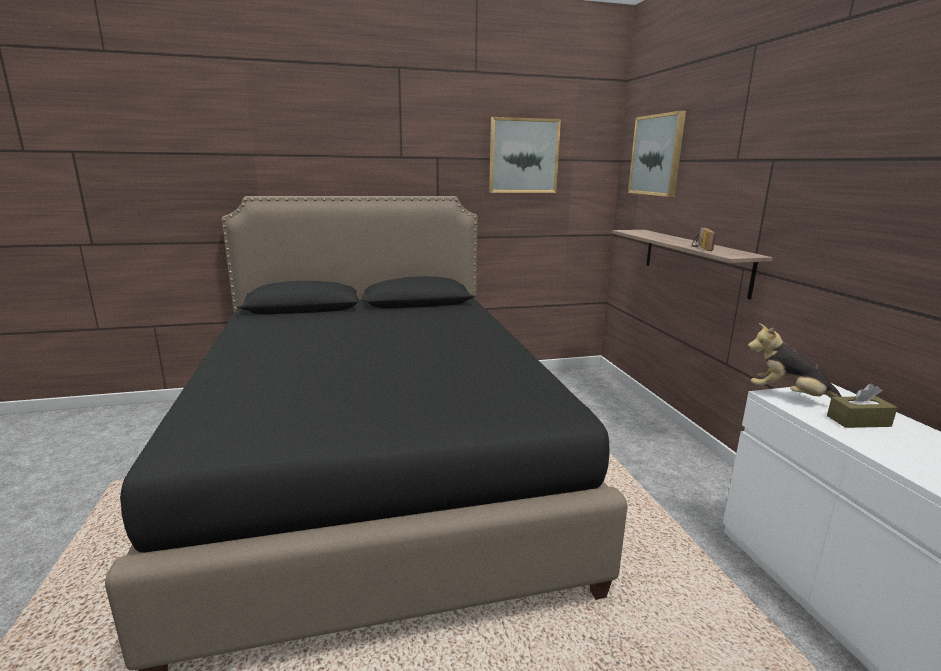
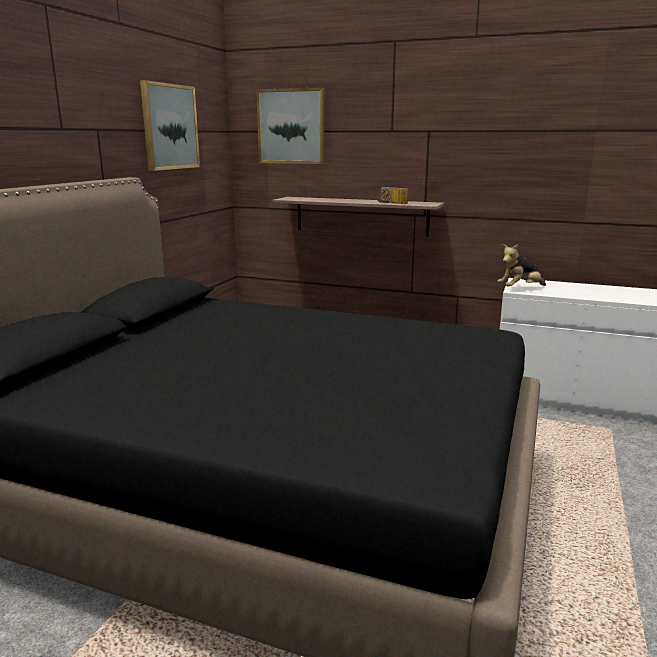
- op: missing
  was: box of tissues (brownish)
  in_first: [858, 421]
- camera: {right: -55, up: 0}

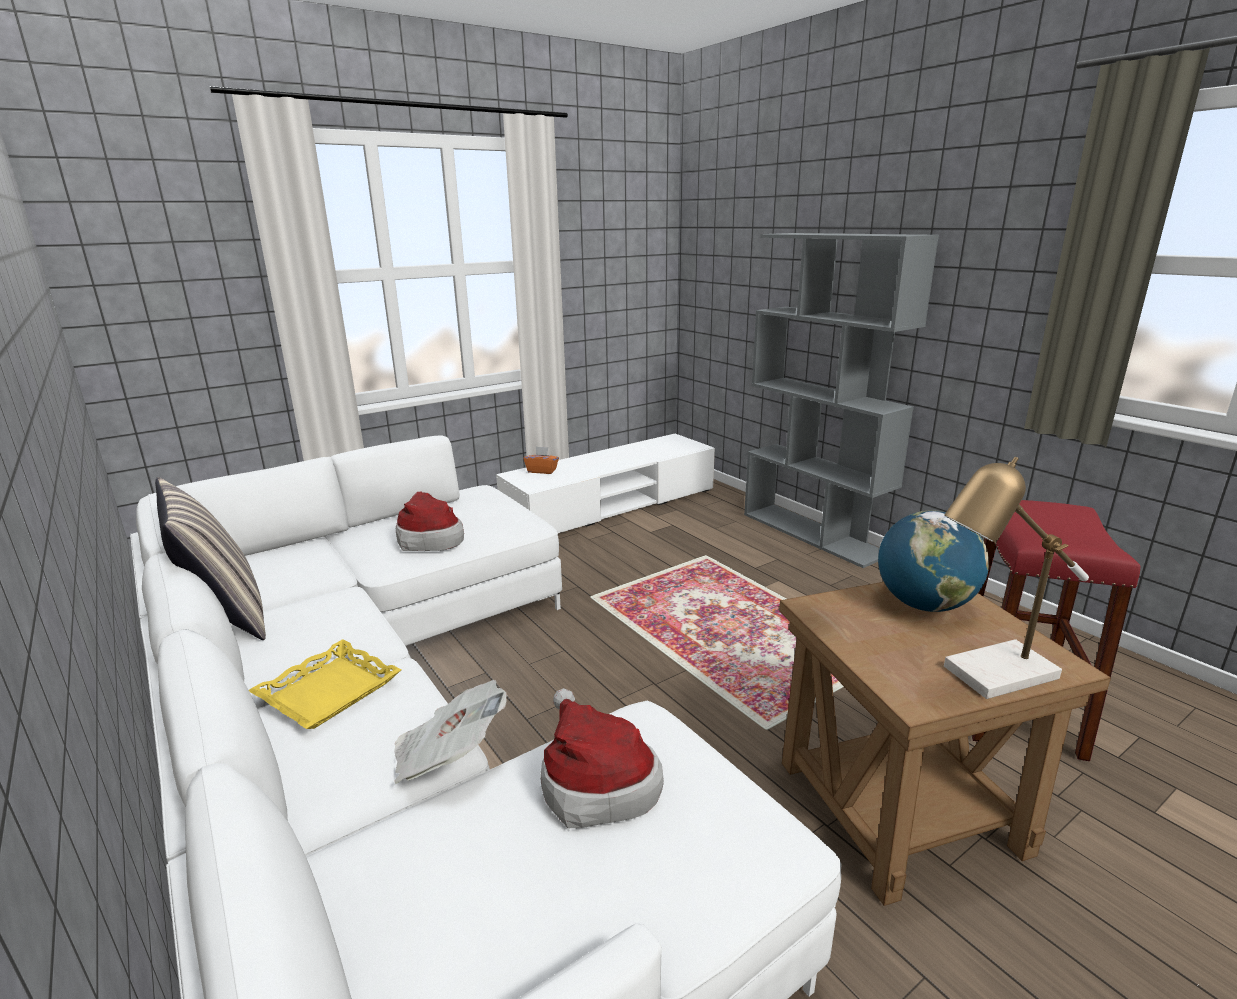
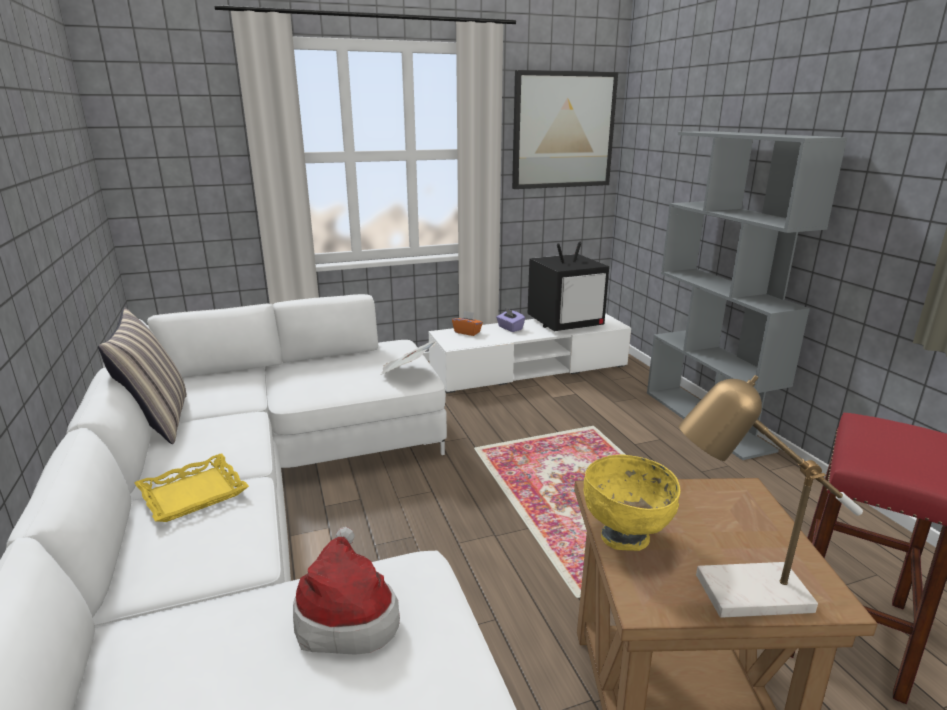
- op: relocated
  was: printed paper
  in_first: [449, 755]
  in_second: [407, 372]
- op: missing
  was: wearable hat
  in_first: [430, 538]
- op: missing
  was: desk globe
  in_first: [924, 604]
- op: appeared
  now: box of tissues (purple)
  in_second: [510, 328]
- op: appeared
  now: wall art
  in_second: [563, 131]
- op: appeared
  now: TV
  in_second: [565, 323]
- op: appeared
  now: serving bowl (yellow-coloured)
  in_second: [625, 537]
- camera: {right: 15, up: 0}

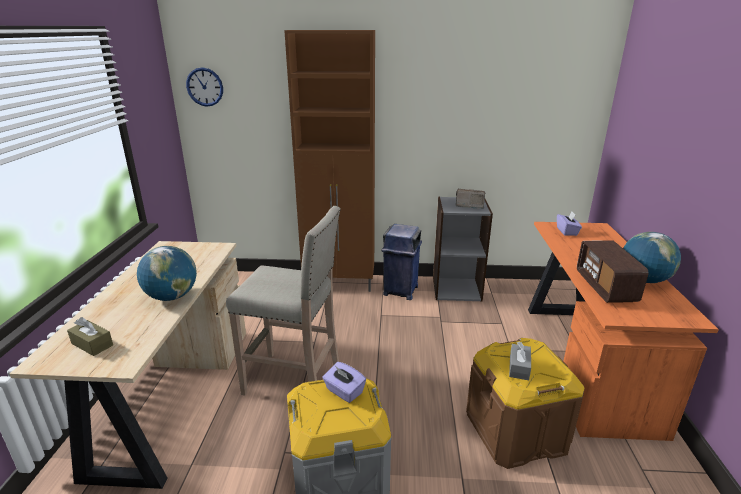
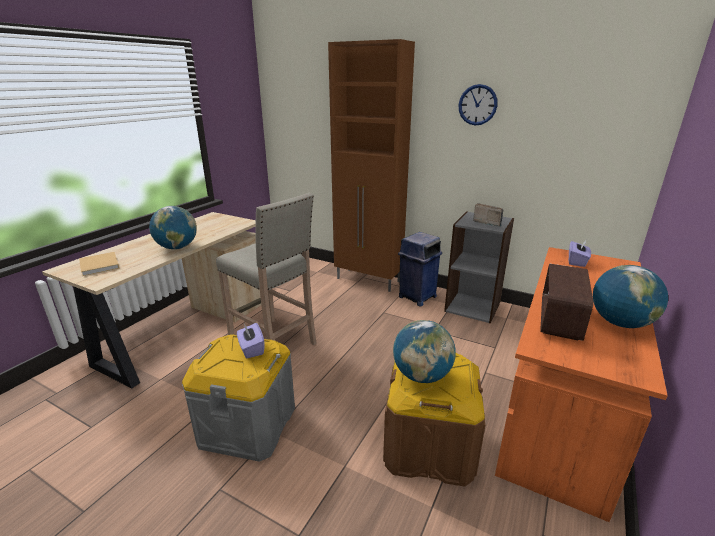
- op: exchanged
  was: box of tissues (brownish)
  now: bound book (beige)
  in_first: [92, 344]
  in_second: [99, 265]
- op: relocated
  was: clock on the wall
  in_first: [205, 87]
  in_second: [477, 105]
- op: exchanged
  was: box of tissues (gray)
  now: desk globe
  in_first: [519, 367]
  in_second: [421, 376]
- camera: {right: 25, up: 0}

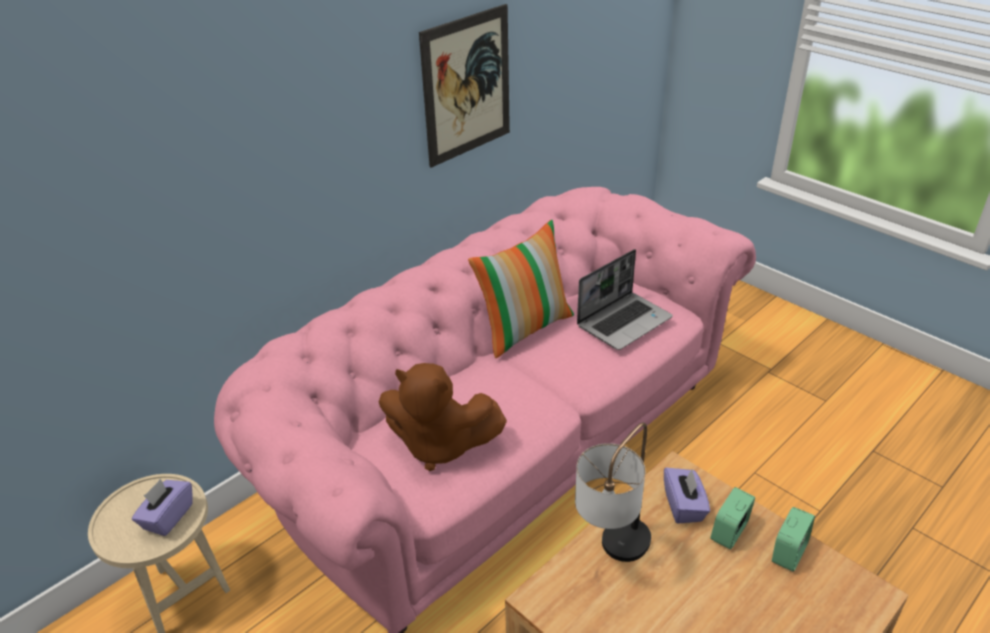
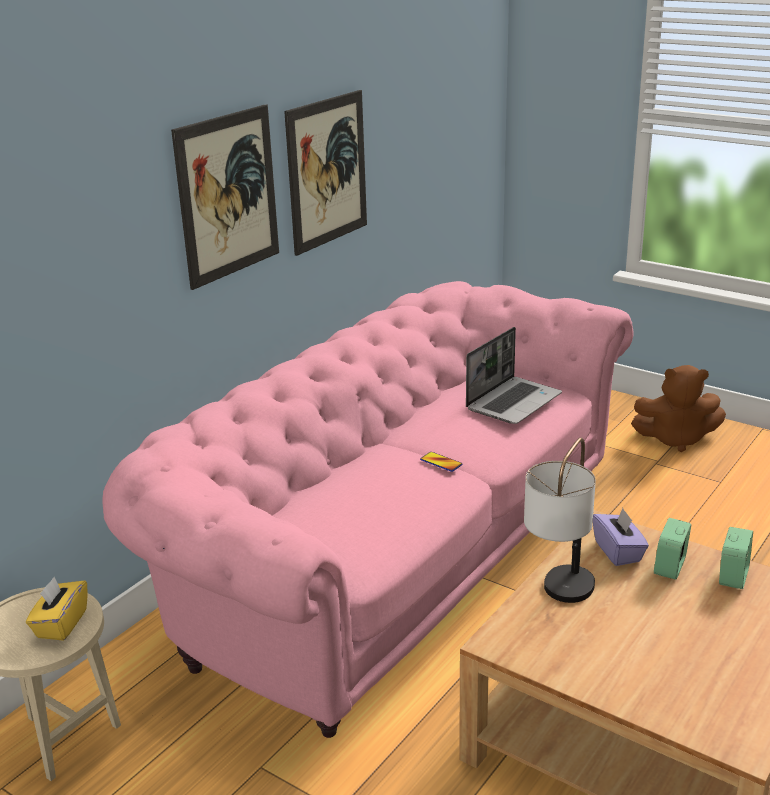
- op: colour
  was: box of tissues (purple)
  now: box of tissues (yellow-coloured)
  in_first: [167, 517]
  in_second: [61, 624]
- op: relocated
  was: soft toy (brownish)
  in_first: [439, 445]
  in_second: [675, 439]
- op: missing
  was: cushion
  in_first: [524, 328]
- op: appeared
  now: wall art
  in_second: [228, 195]
- op: appeared
  now: phone
  in_second: [441, 462]
- camera: {right: -10, up: -10}

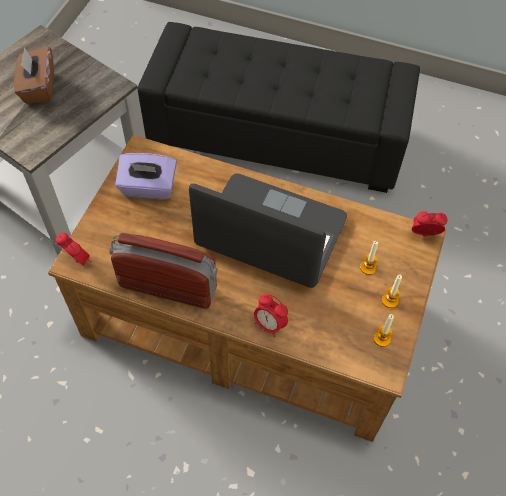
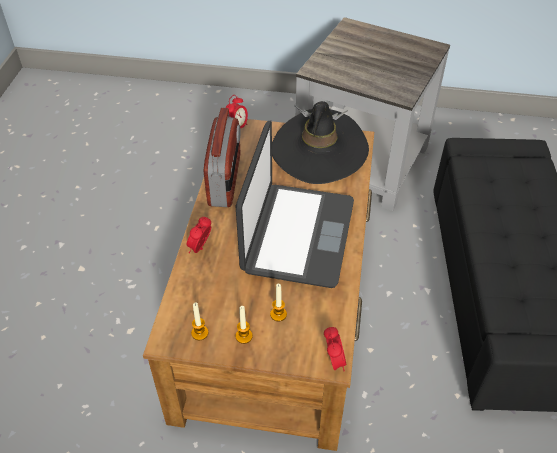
- op: missing
  was: box of tissues (brownish)
  in_first: [39, 88]
- op: exchanged
  was: box of tissues (purple)
  now: wearable hat (black-coloured)
  in_first: [148, 188]
  in_second: [319, 150]
- camera: {right: 80, up: -10}

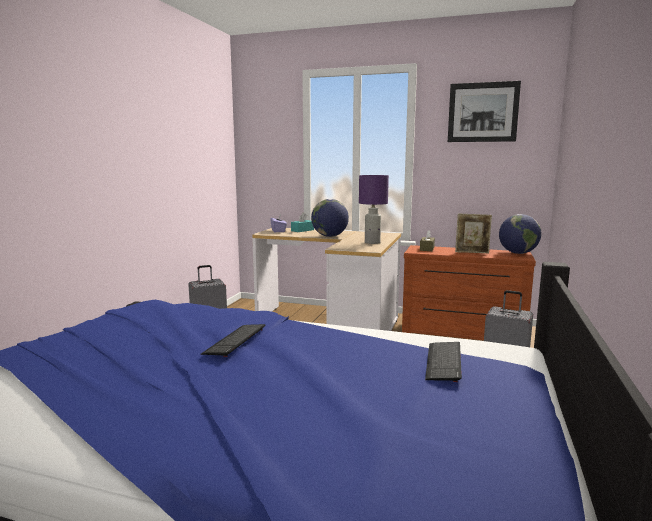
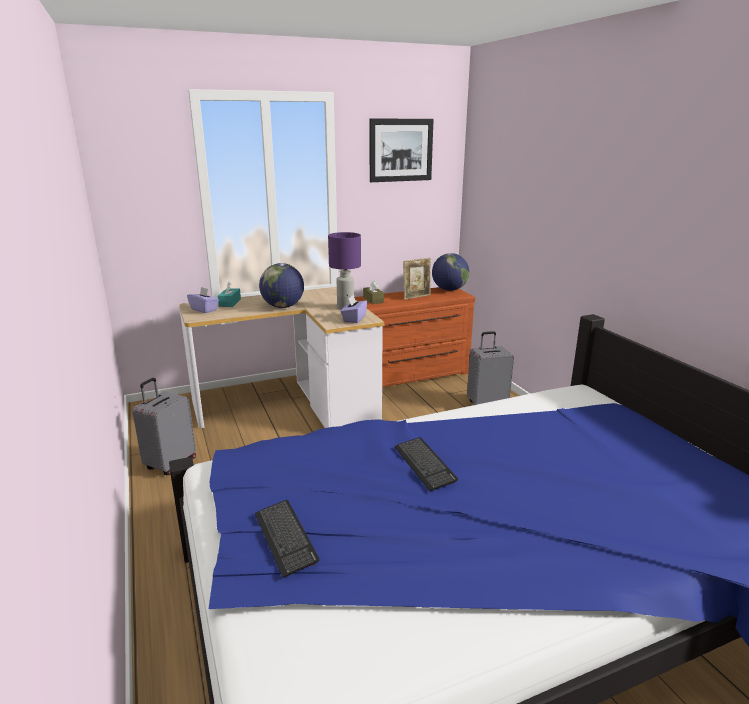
- op: relocated
  was: computer keyboard
  in_first: [443, 362]
  in_second: [285, 538]
- op: appeared
  now: box of tissues (purple)
  in_second: [354, 319]
- camera: {right: -40, up: 10}

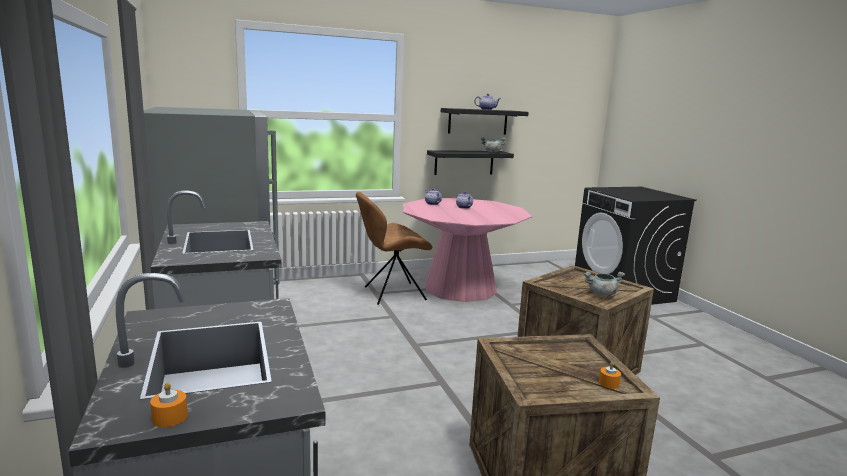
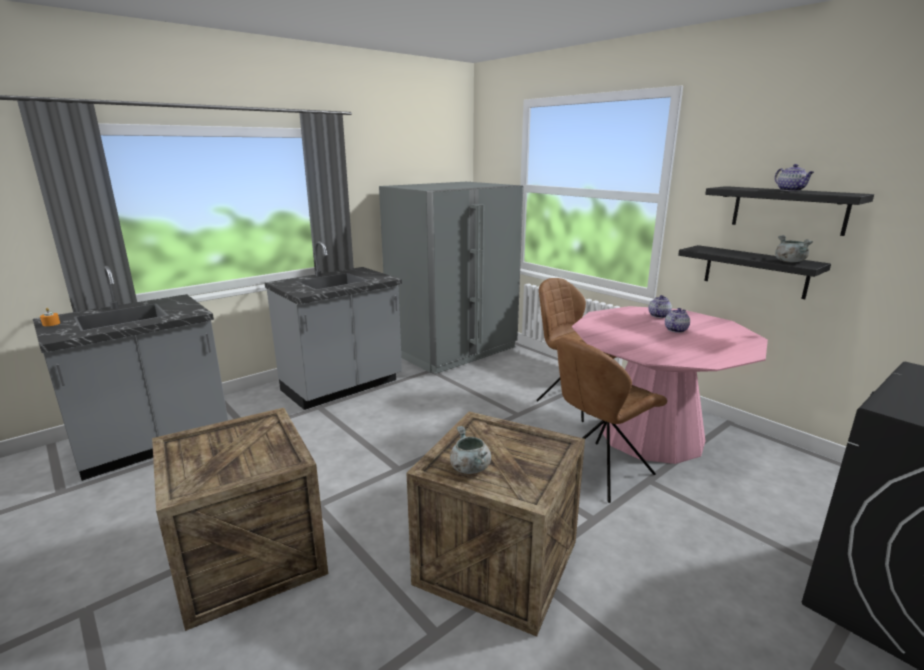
- op: missing
  was: wax candle (orange)
  in_first: [609, 383]
- op: appeared
  now: plain chair (brownish)
  in_second: [599, 472]
- camera: {right: 70, up: 5}

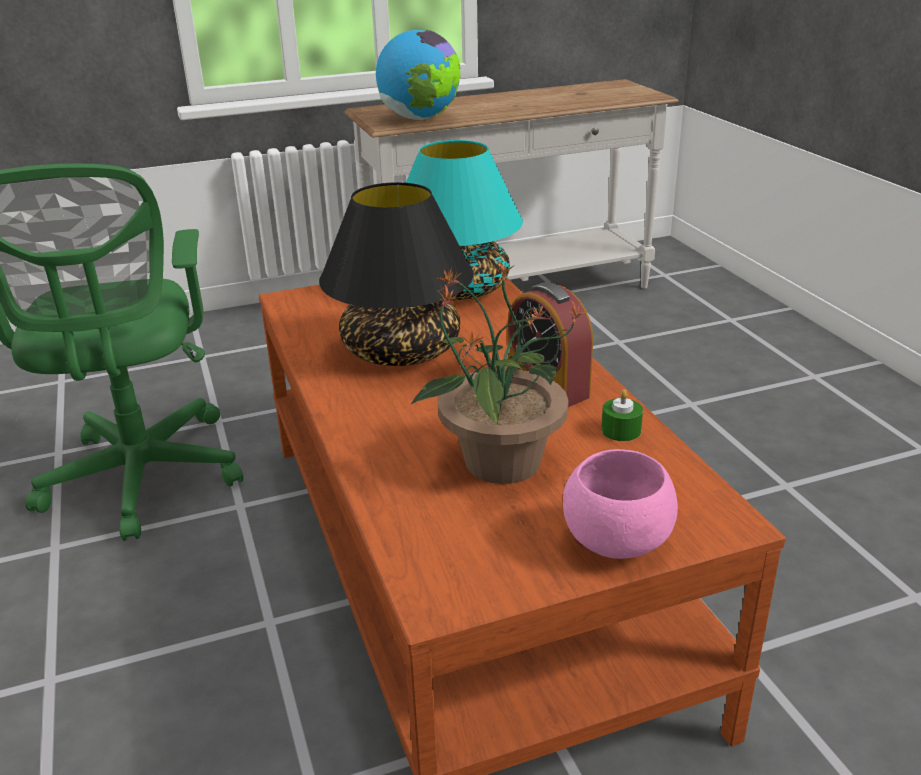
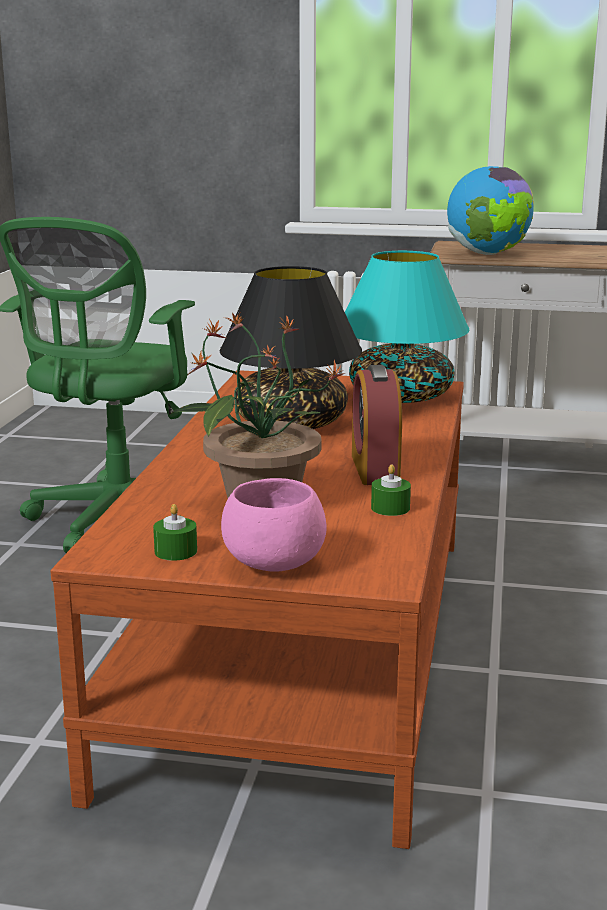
- op: appeared
  now: wax candle (greenish)
  in_second: [175, 551]
- camera: {right: 30, up: -10}

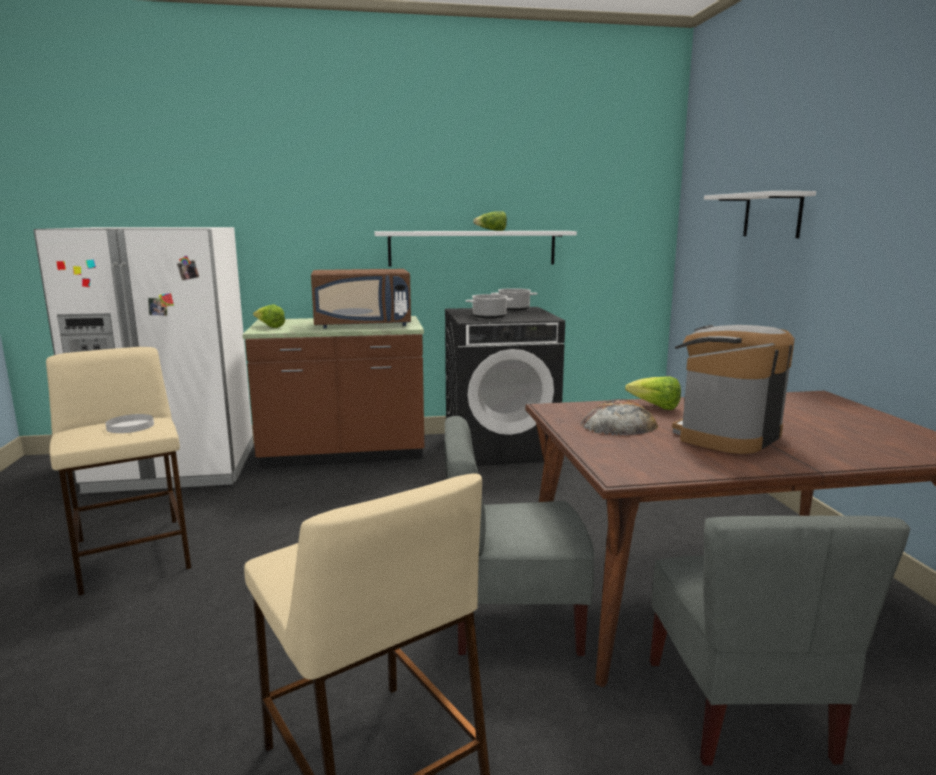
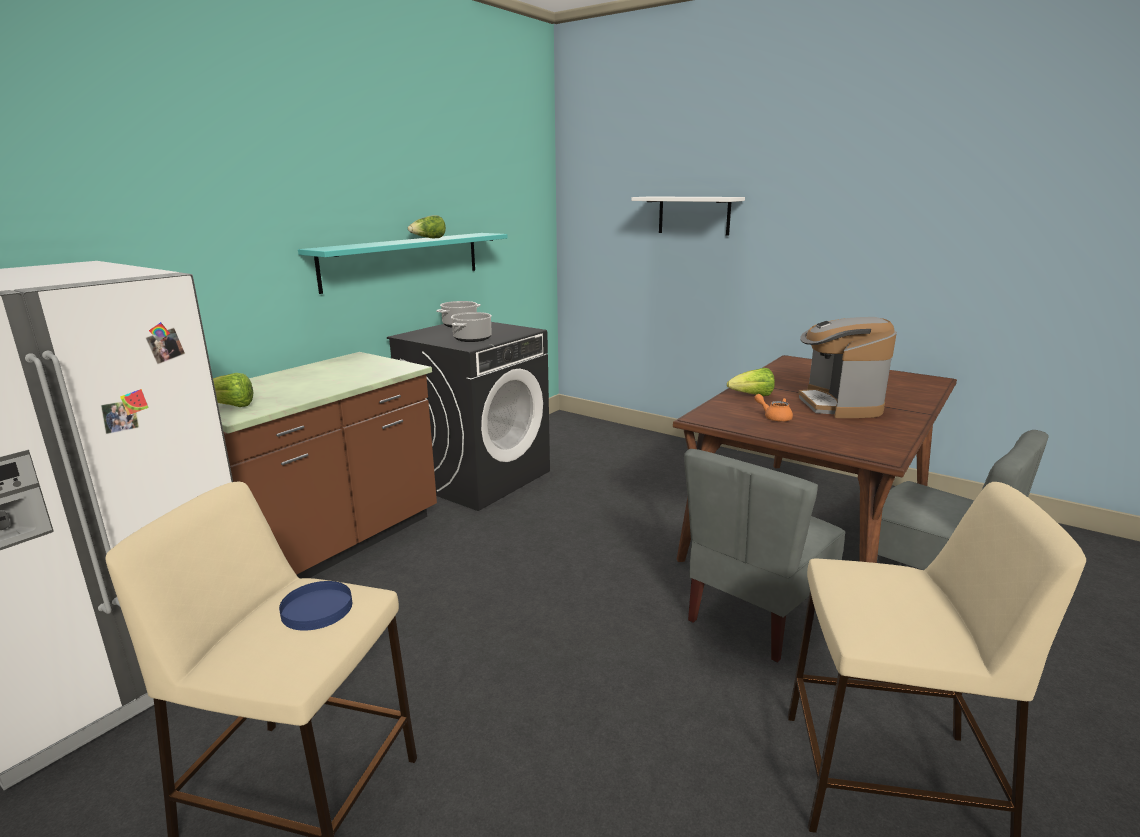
- op: colour
  was: dinner plate (white)
  now: dinner plate (blue-coloured)
  in_first: [130, 426]
  in_second: [316, 609]
- op: missing
  was: kitchen microwave (brownish)
  in_first: [363, 325]
- op: colour
  was: shelf (white)
  now: shelf (turquoise)
  in_first: [472, 248]
  in_second: [403, 260]
- op: exchanged
  was: bread
  now: teapot (orange)
  in_first: [619, 424]
  in_second: [774, 417]
- camera: {right: -45, up: 5}

